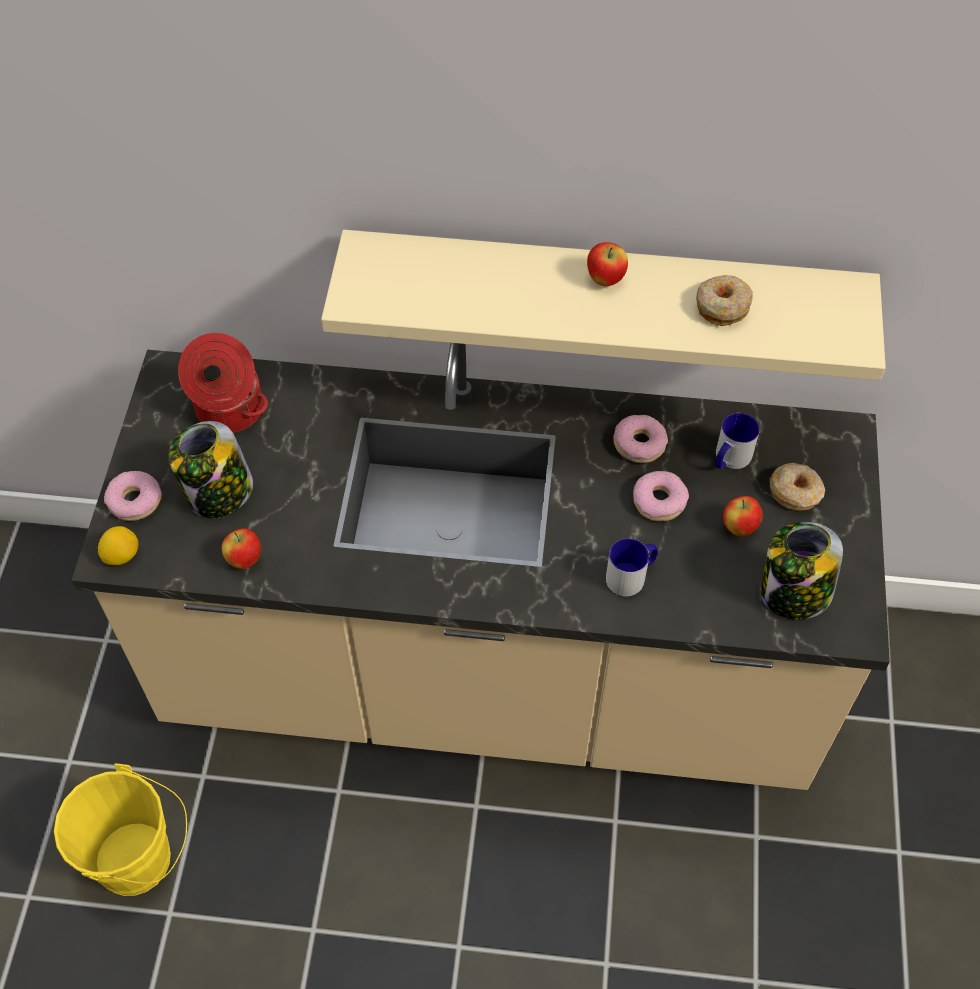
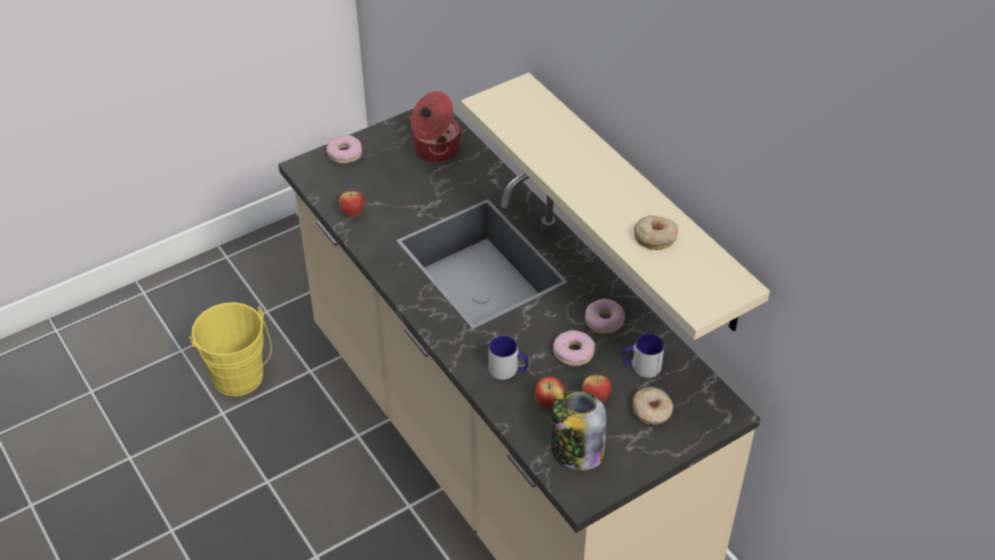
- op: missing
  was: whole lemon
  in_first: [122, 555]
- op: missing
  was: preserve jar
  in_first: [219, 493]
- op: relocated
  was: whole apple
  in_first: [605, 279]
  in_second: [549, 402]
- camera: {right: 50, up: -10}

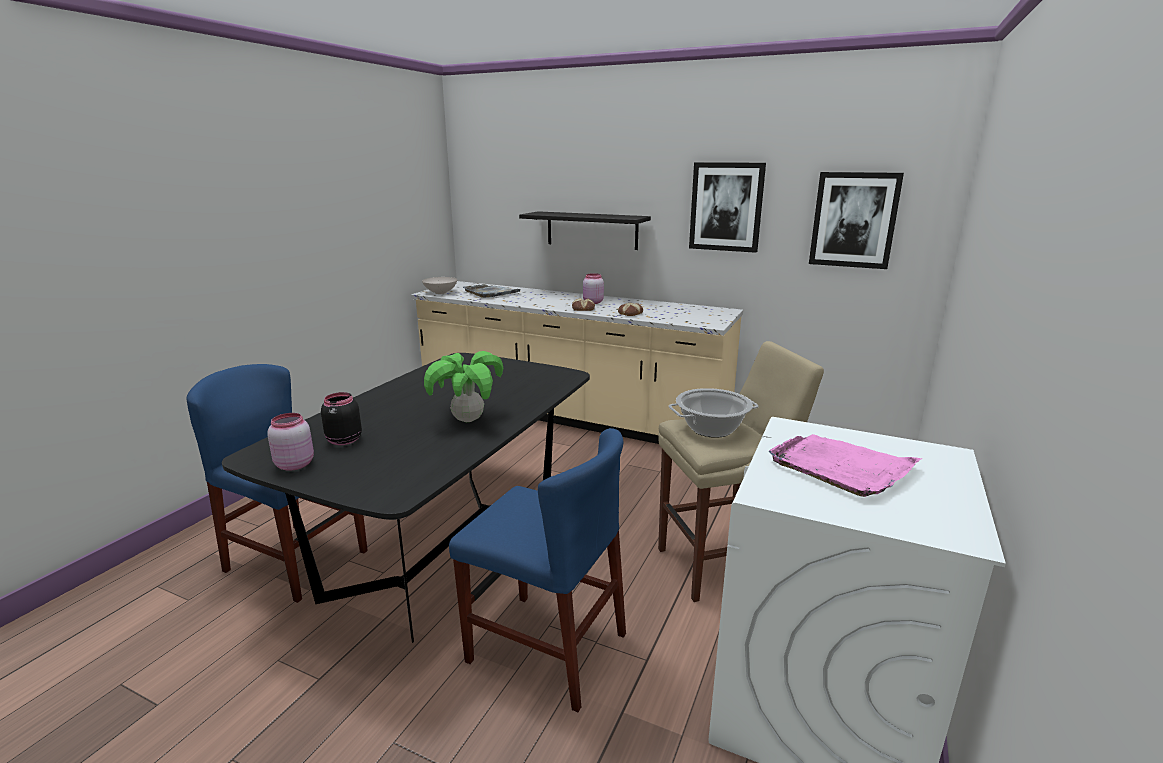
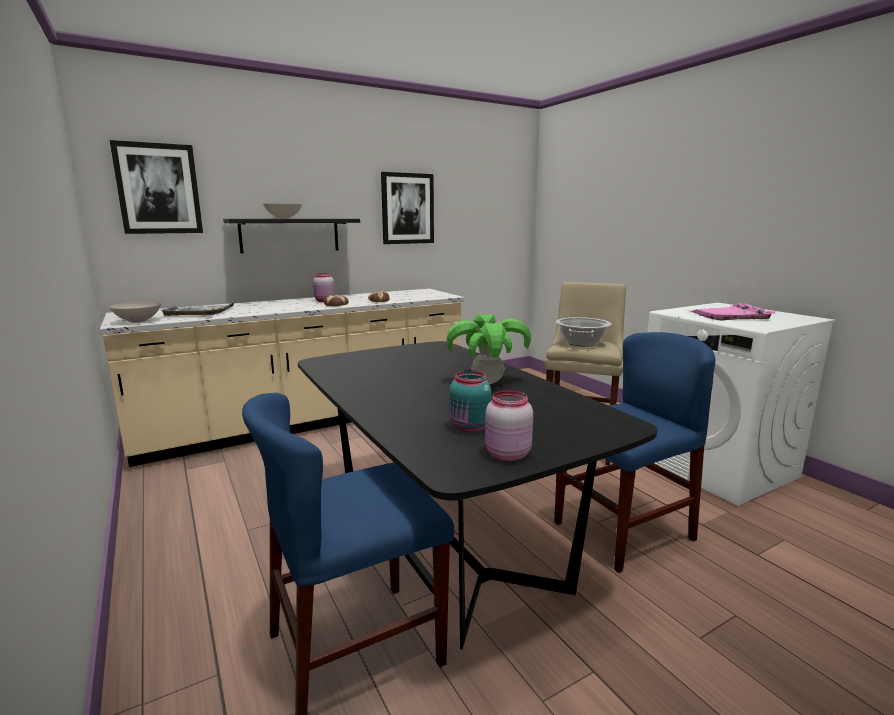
- op: colour
  was: preserve jar (black-coloured)
  now: preserve jar (turquoise)
  in_first: [343, 440]
  in_second: [469, 428]
- op: relocated
  was: wall art
  in_first: [854, 220]
  in_second: [158, 189]
- op: appeared
  now: serving bowl (white)
  in_second: [284, 218]
- camera: {right: -55, up: -5}

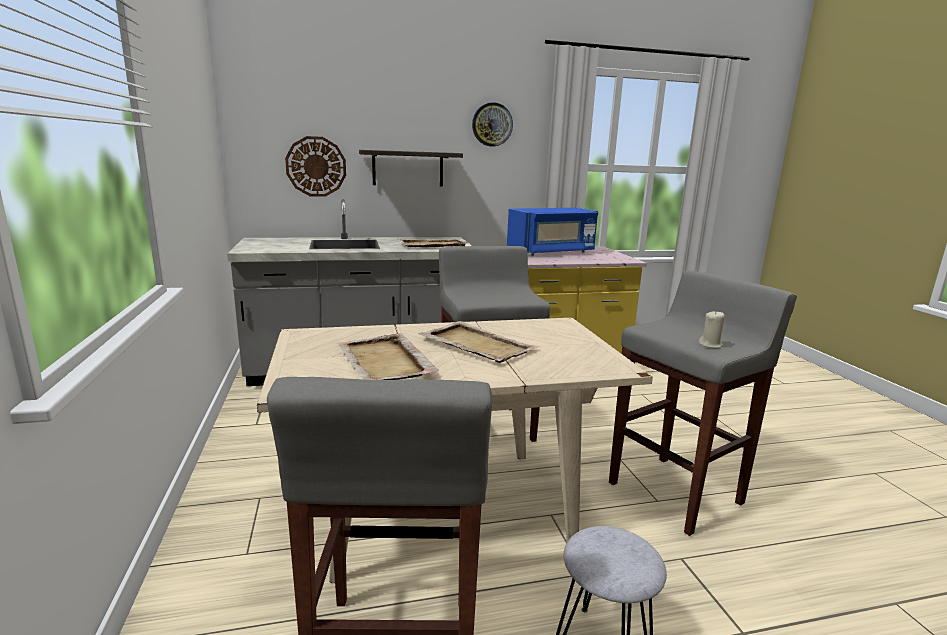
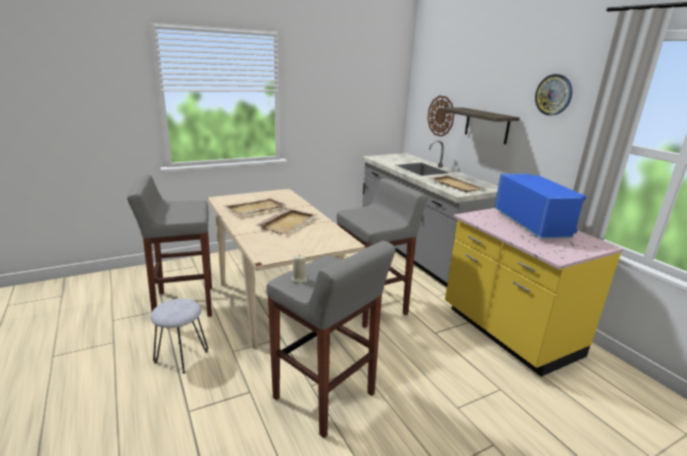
- op: spun
  was: kitchen microwave (blue-coloured)
  in_first: [552, 252]
  in_second: [532, 224]
  clockwise: -150
- camera: {right: 75, up: 5}

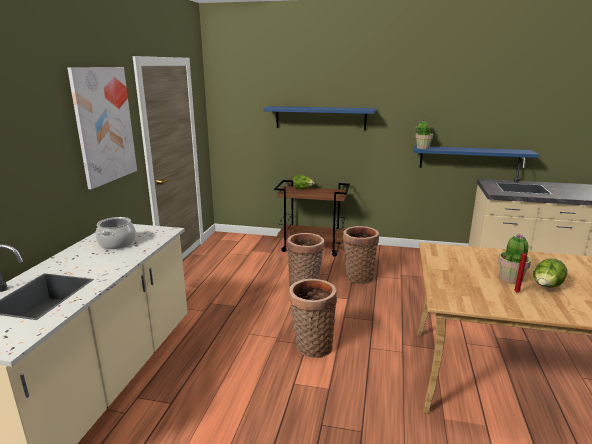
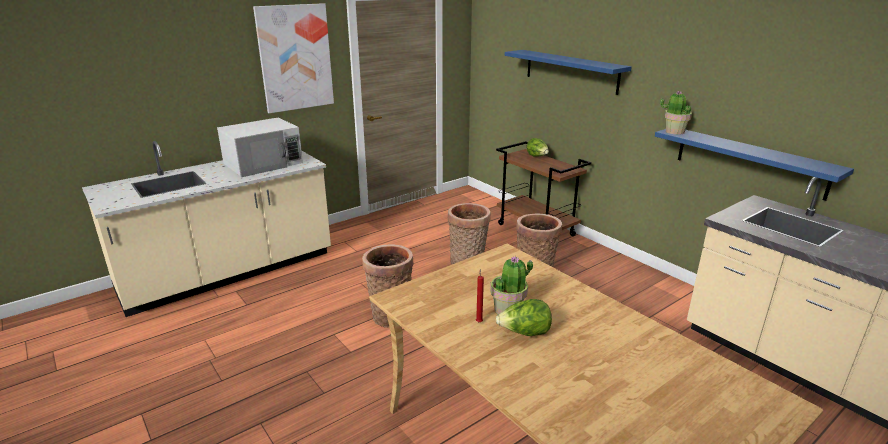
- op: exchanged
  was: cooking pot
  now: kitchen microwave (white)
  in_first: [117, 243]
  in_second: [264, 163]
- camera: {right: 40, up: 5}

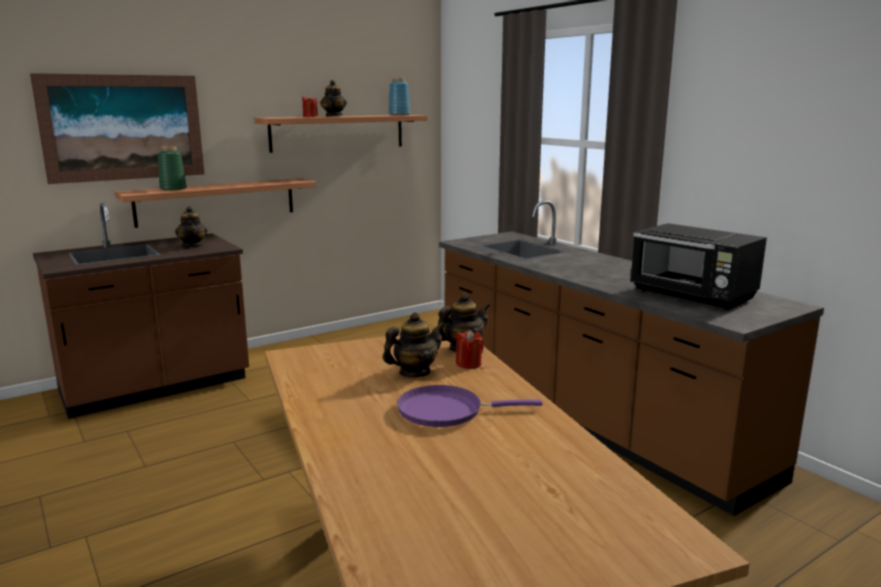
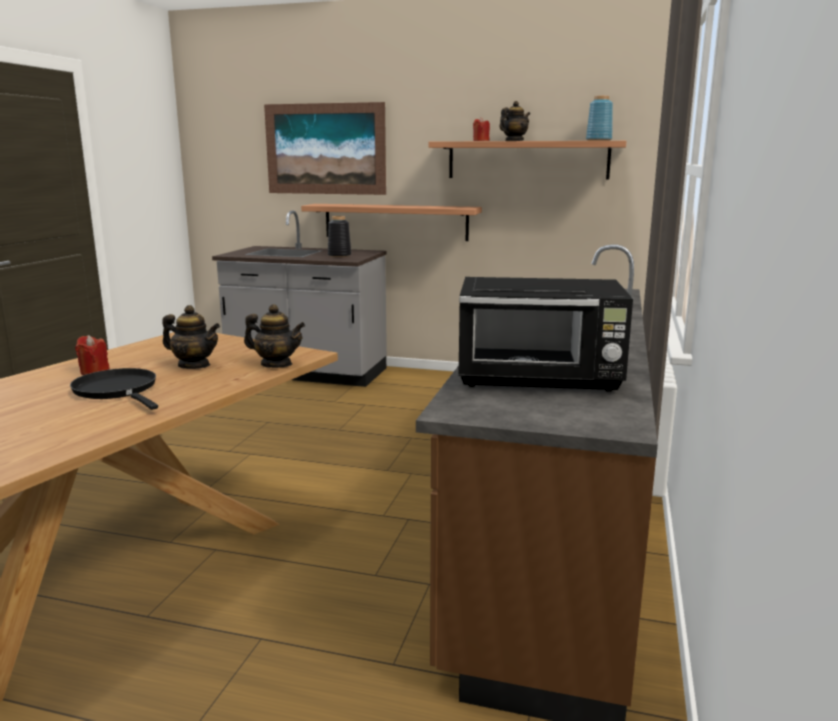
- op: colour
  was: counter (brownish)
  now: counter (gray)
  in_first: [156, 387]
  in_second: [307, 373]
- op: missing
  was: vase (greenish)
  in_first: [173, 189]
- op: exchanged
  was: teapot
  now: vase (black-coloured)
  in_first: [193, 246]
  in_second: [340, 255]
- op: colour
  was: frying pan (purple)
  now: frying pan (black-coloured)
  in_first: [446, 411]
  in_second: [118, 390]
- op: relocated
  was: wax candle (reddish)
  in_first: [468, 364]
  in_second: [94, 372]
- op: spun
  was: kitchen microwave (black-coloured)
  in_first: [693, 296]
  in_second: [540, 379]
  clockwise: -90
- camera: {right: 50, up: 0}

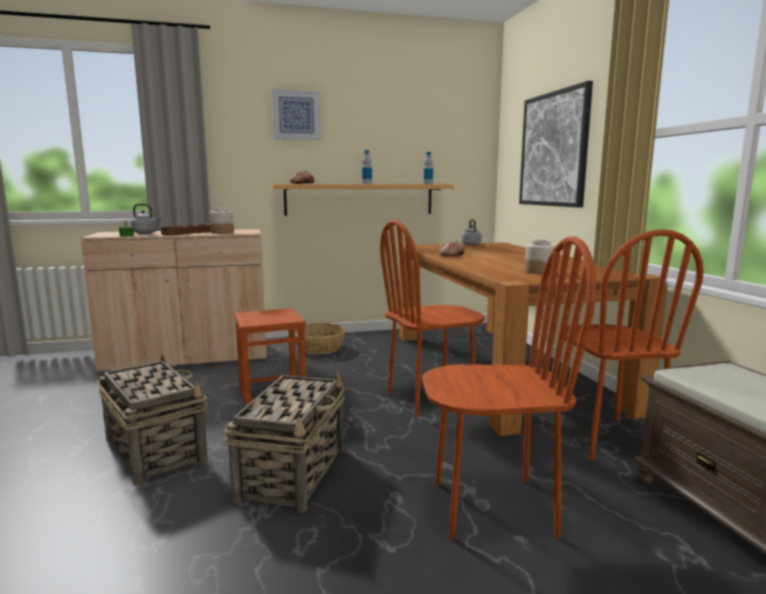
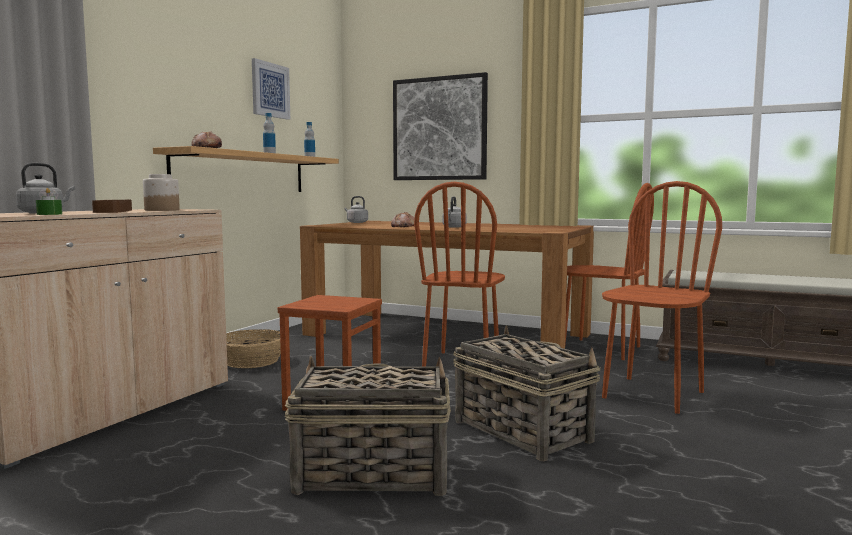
- op: relocated
  was: wall art
  in_first: [296, 115]
  in_second: [270, 90]
- op: missing
  was: preserve jar
  in_first: [538, 271]
- op: appeared
  now: kettle (gray)
  in_second: [454, 227]
- camera: {right: -50, up: -5}

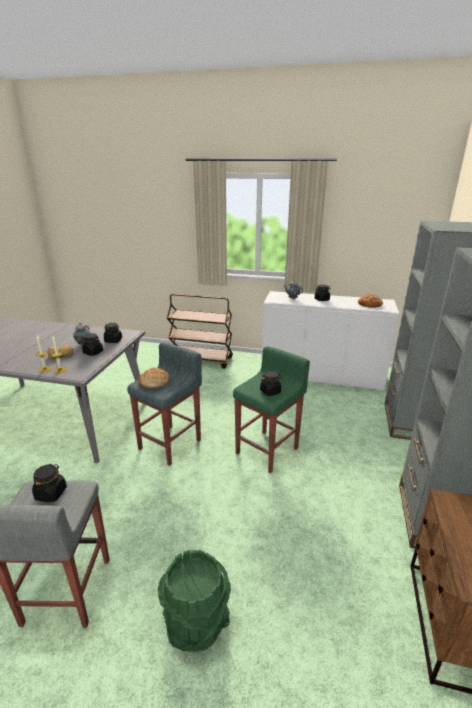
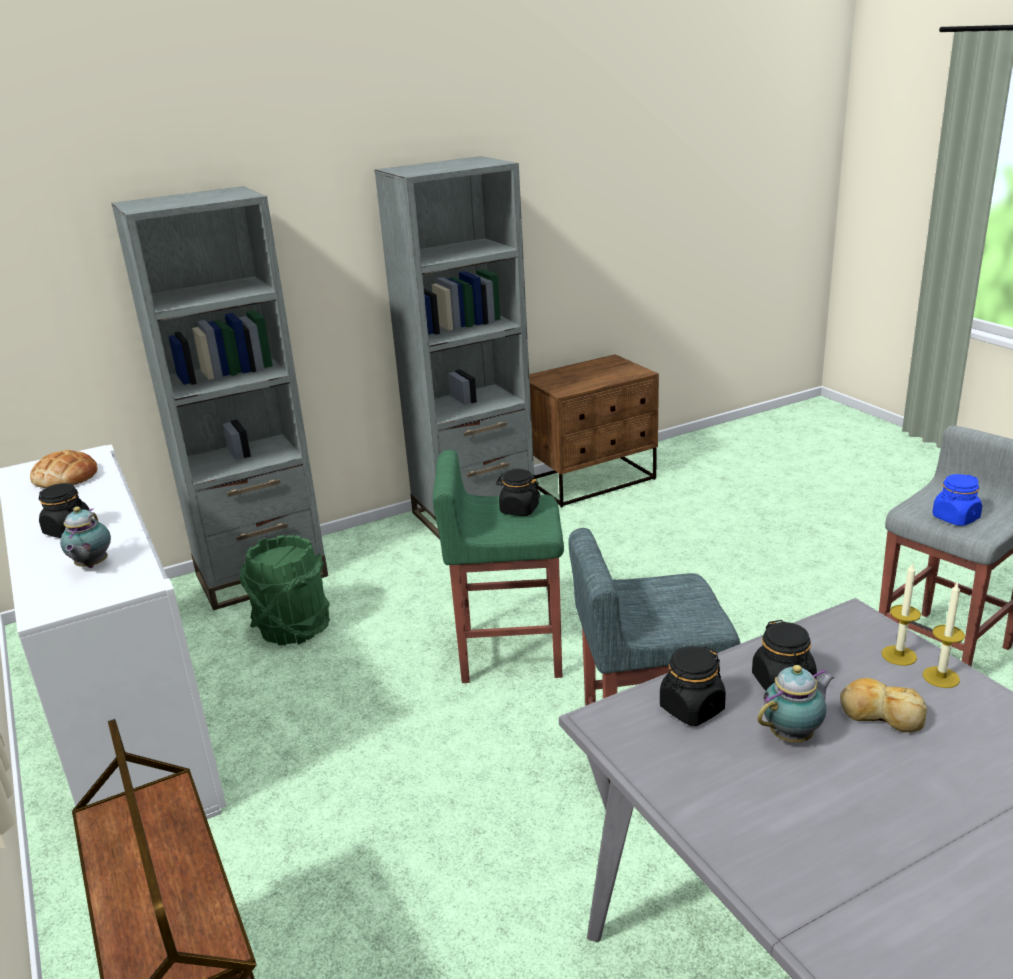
- op: colour
  was: preserve jar (black-coloured)
  now: preserve jar (blue-coloured)
  in_first: [51, 493]
  in_second: [955, 518]
- op: missing
  was: bread
  in_first: [154, 381]
- op: relocated
  was: bucket (greenish)
  in_first: [196, 624]
  in_second: [293, 628]
- camera: {right: -130, up: 0}

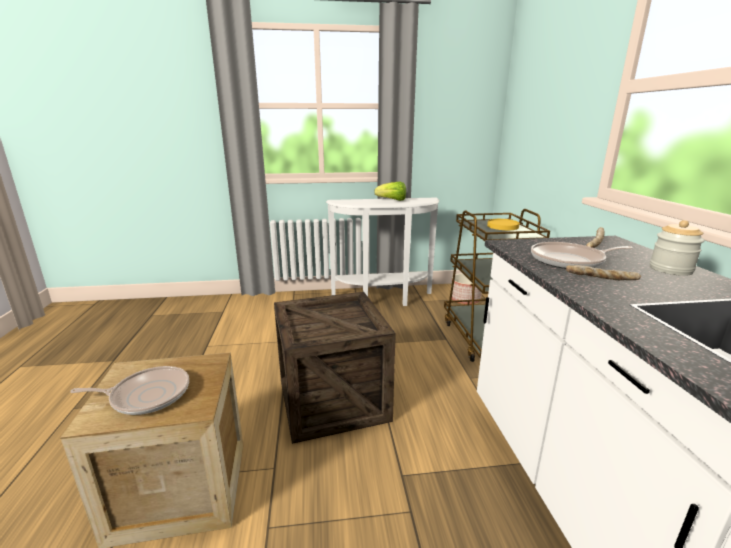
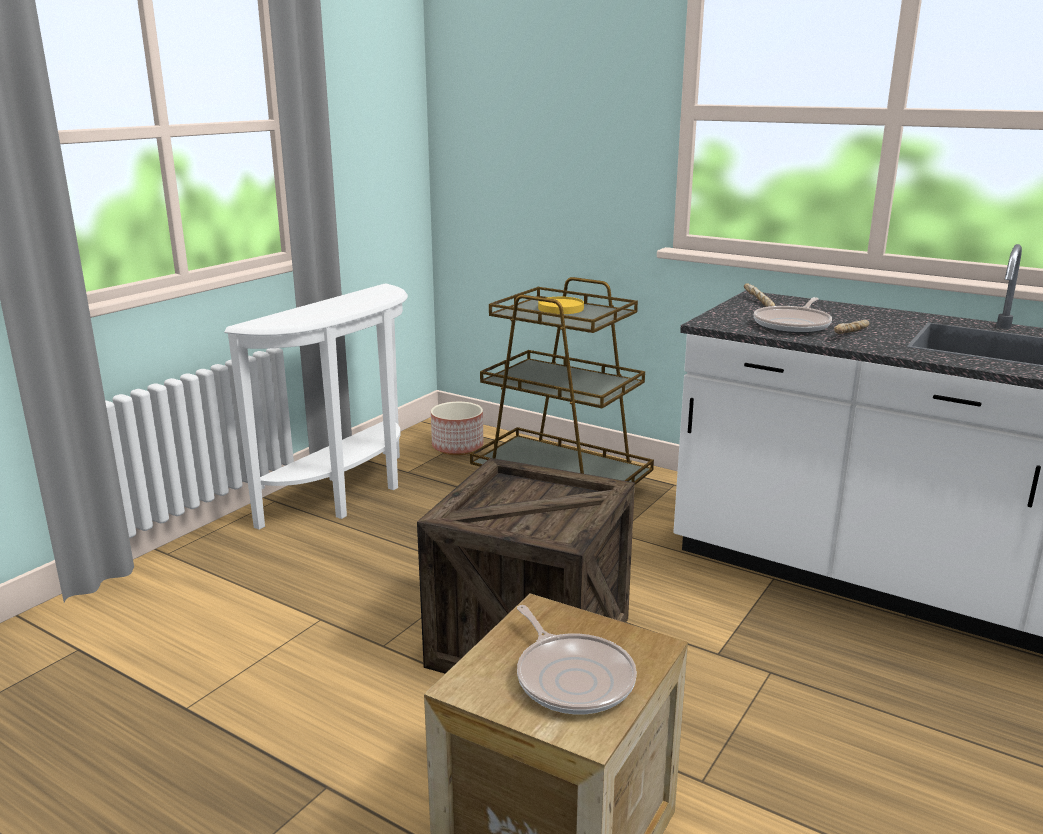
- op: spun
  was: frying pan
  in_first: [147, 395]
  in_second: [572, 678]
  clockwise: 120
- op: missing
  was: head of lettuce
  in_first: [392, 200]
- op: missing
  was: preserve jar
  in_first: [670, 269]
- camera: {right: -50, up: 0}

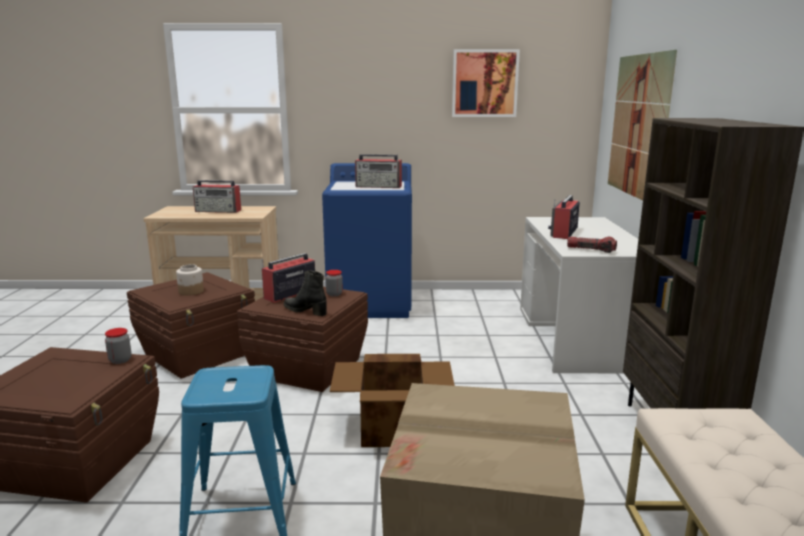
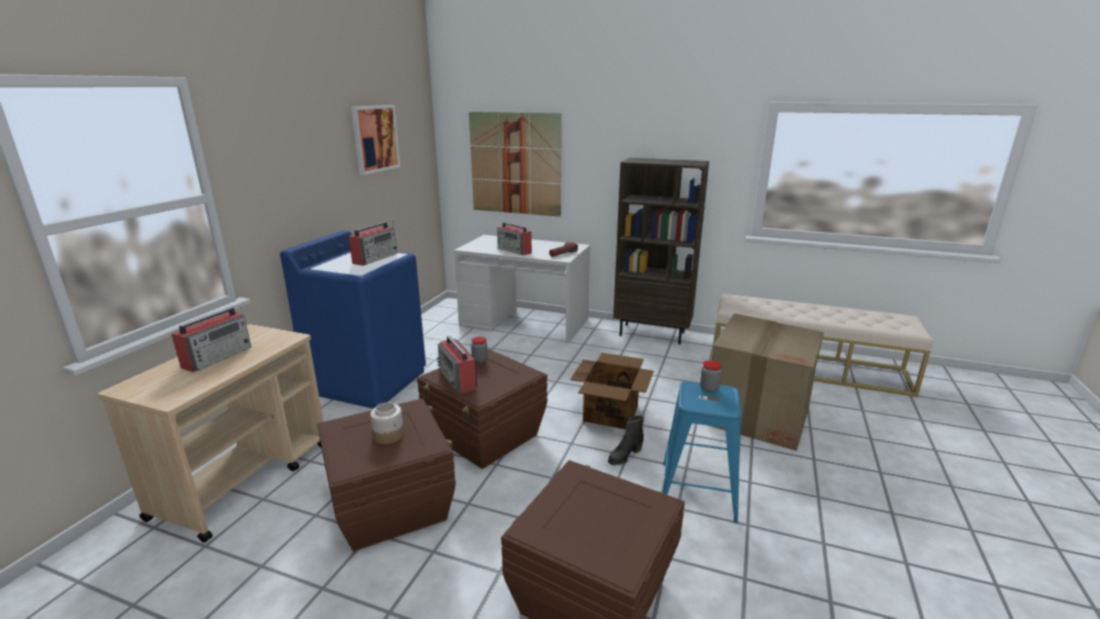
- op: relocated
  was: preserve jar
  in_first: [120, 360]
  in_second: [709, 388]
- op: relocated
  was: tall boot (black-coloured)
  in_first: [305, 311]
  in_second: [624, 456]
- camera: {right: -70, up: 5}

